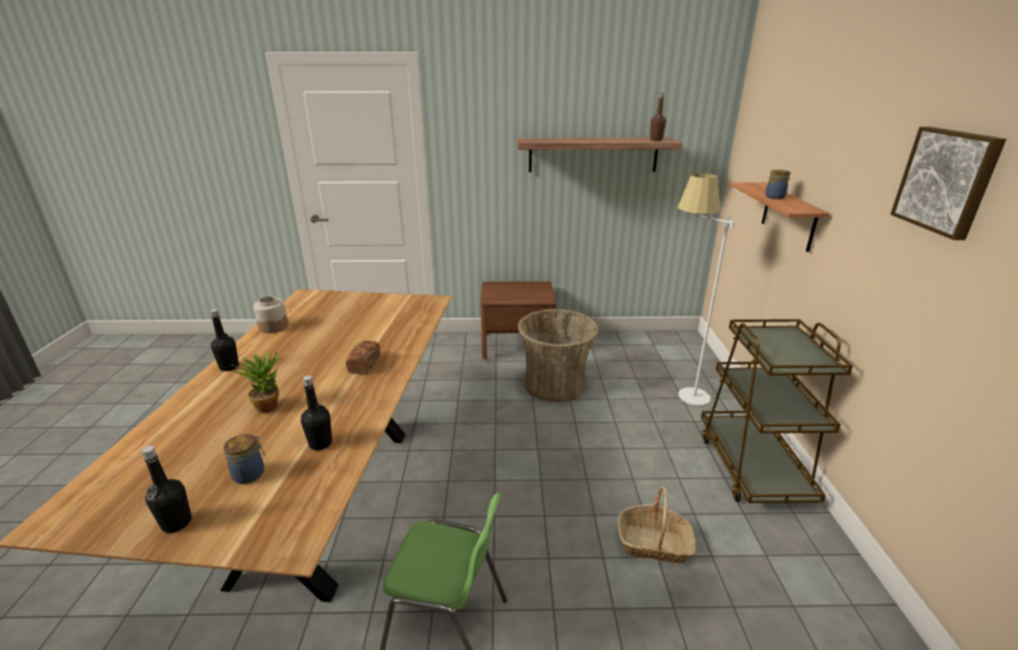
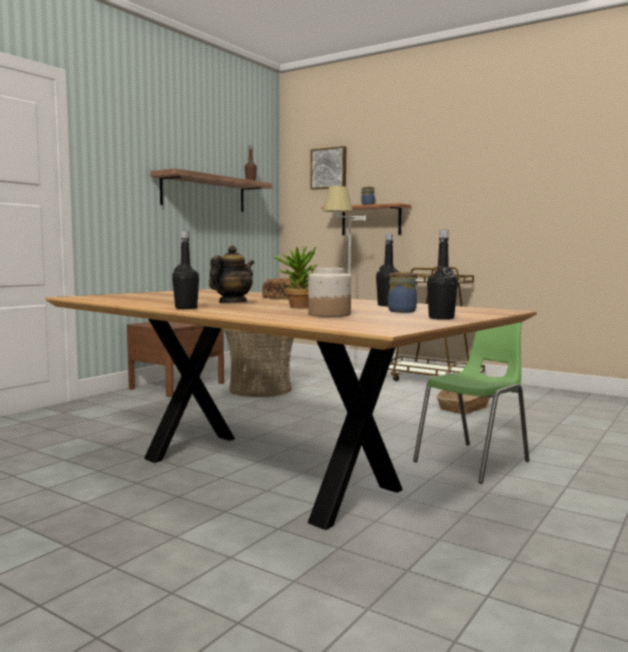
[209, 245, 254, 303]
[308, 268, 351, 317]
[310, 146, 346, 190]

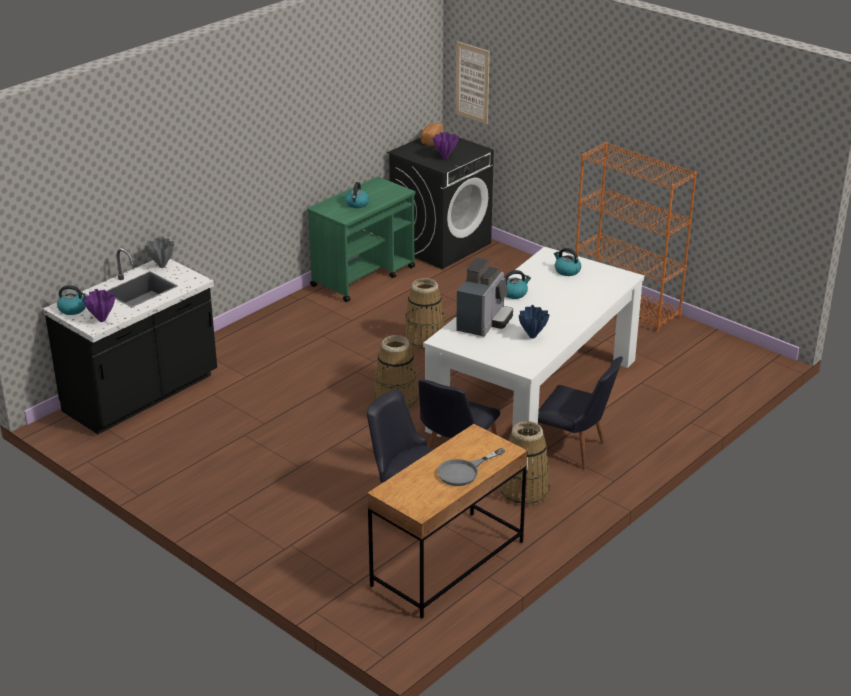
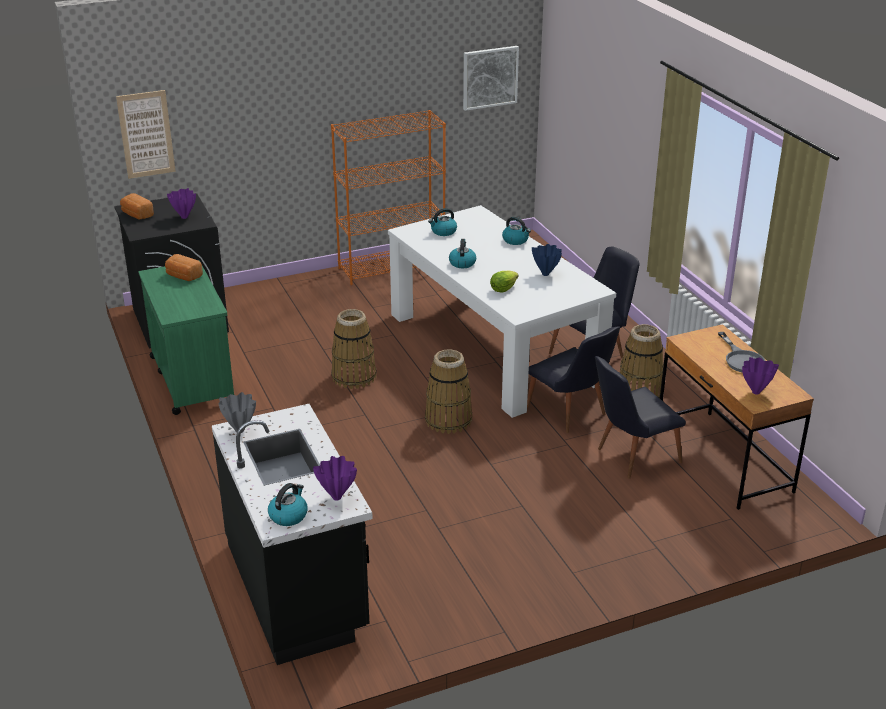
[165, 254, 203, 281]
[463, 46, 519, 111]
[490, 270, 518, 292]
[502, 217, 531, 245]
[742, 357, 779, 395]

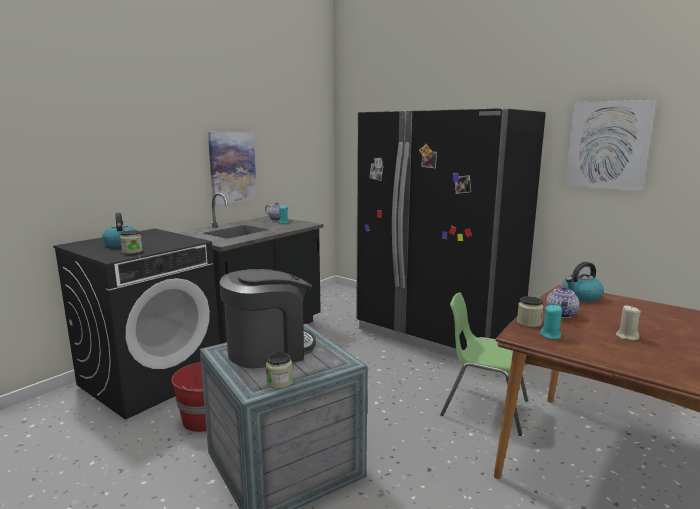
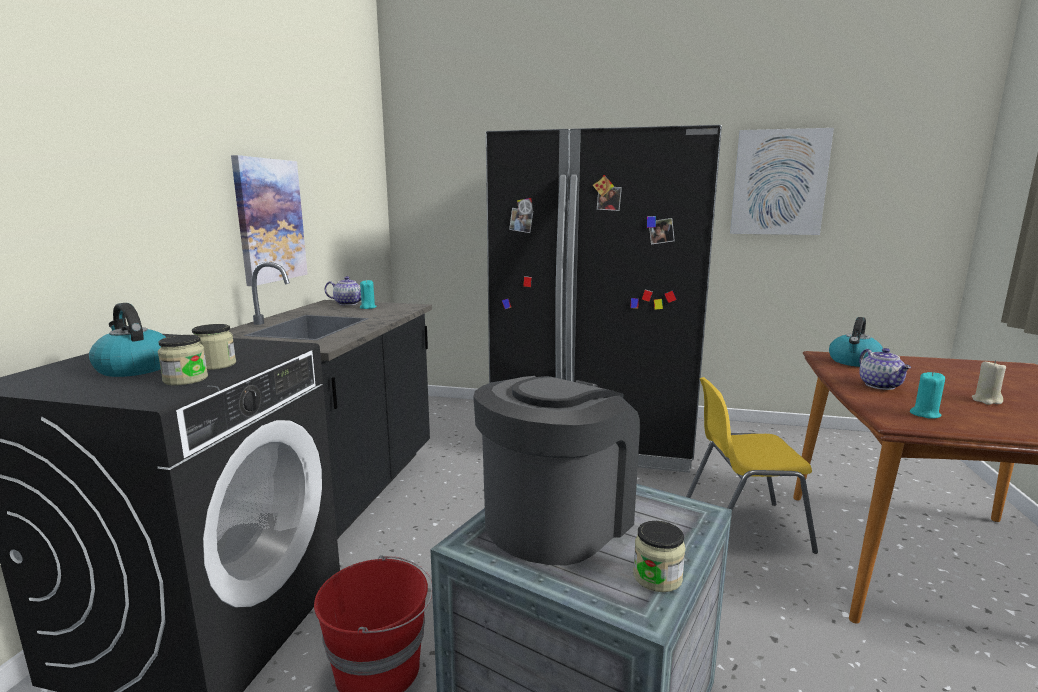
[192, 324, 236, 370]
[686, 377, 818, 554]

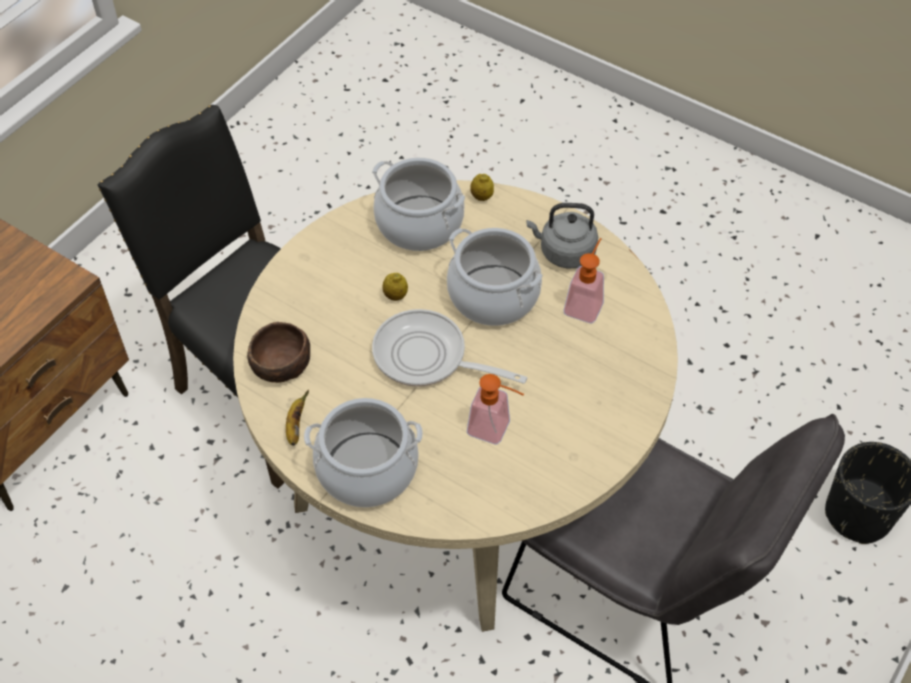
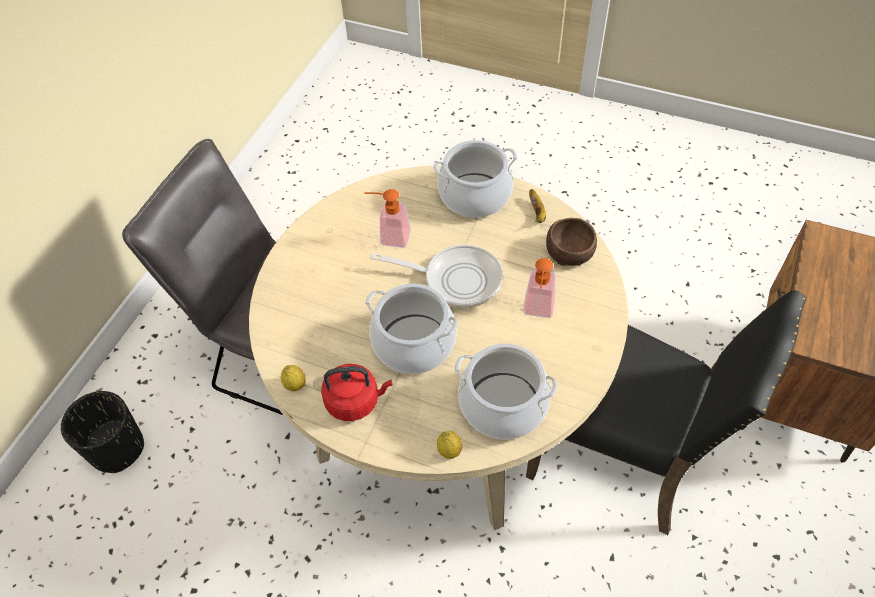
[281, 365, 306, 391]
[321, 364, 393, 421]
[523, 258, 556, 318]

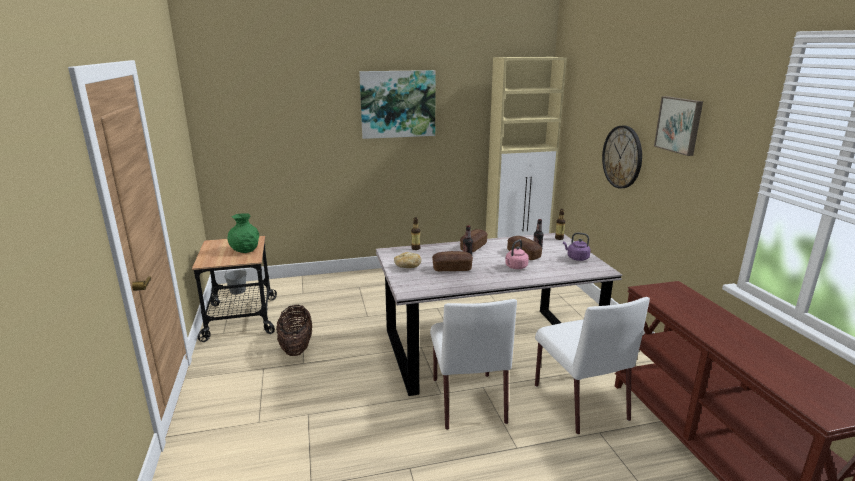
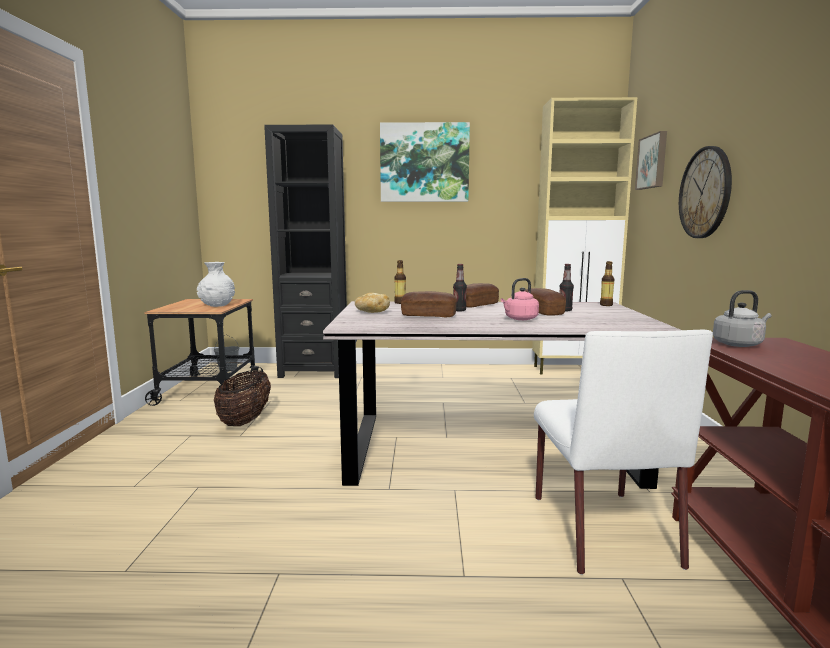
[197, 262, 235, 307]
[264, 125, 347, 378]
[635, 131, 667, 190]
[713, 290, 772, 347]
[430, 299, 517, 430] (first image)
[563, 232, 591, 261] (first image)

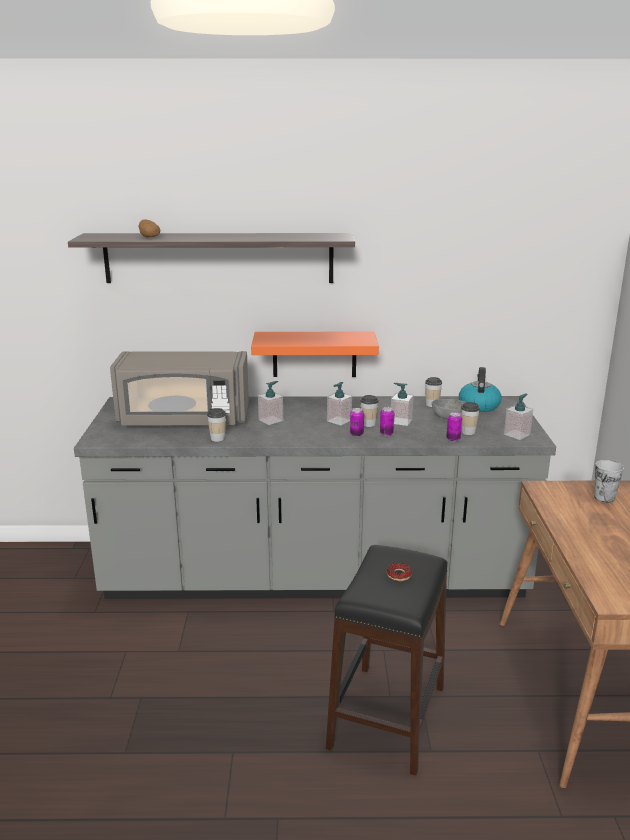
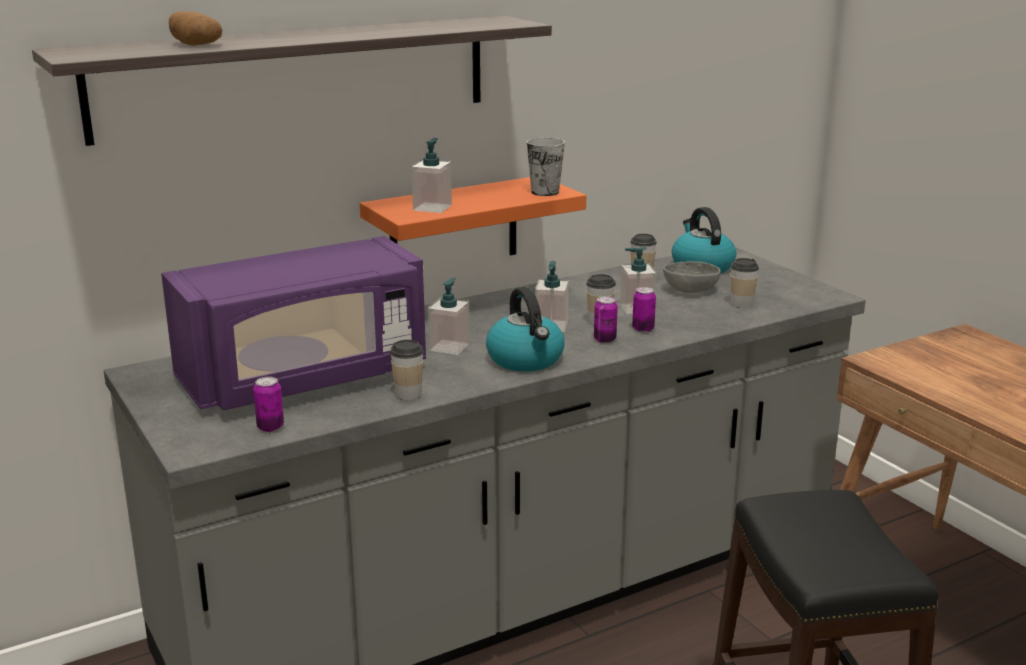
[161, 236, 426, 410]
[253, 377, 284, 432]
[411, 138, 452, 213]
[486, 287, 564, 372]
[527, 138, 565, 196]
[387, 563, 412, 581] (first image)

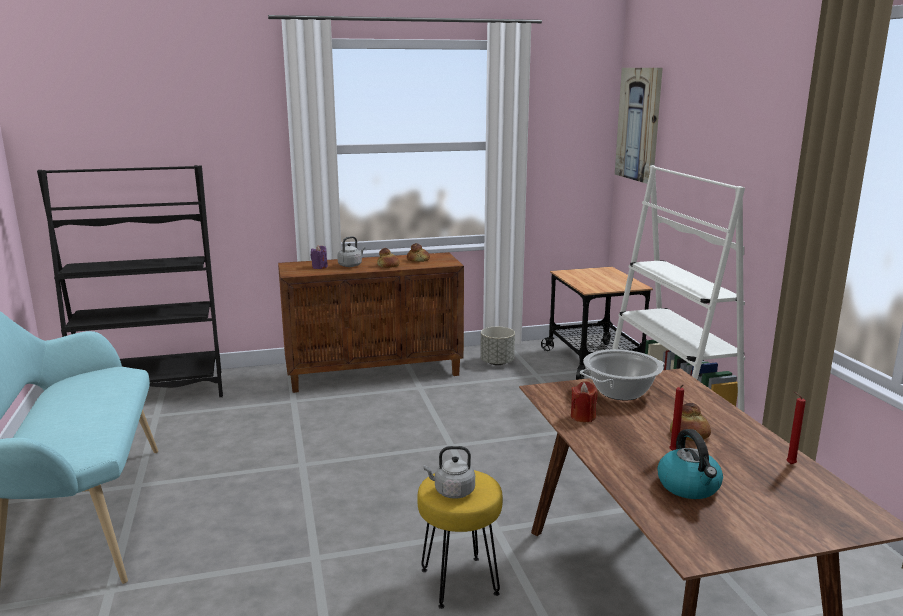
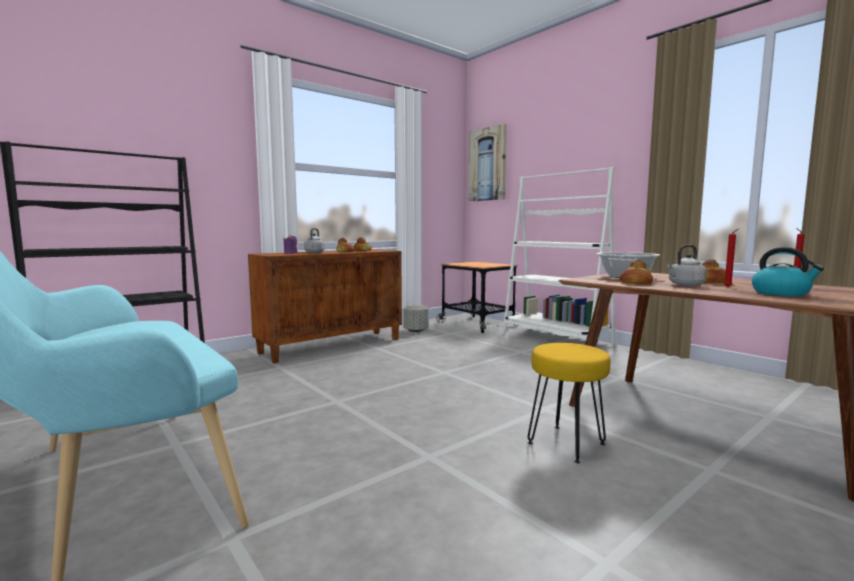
[620, 260, 653, 284]
[667, 245, 707, 286]

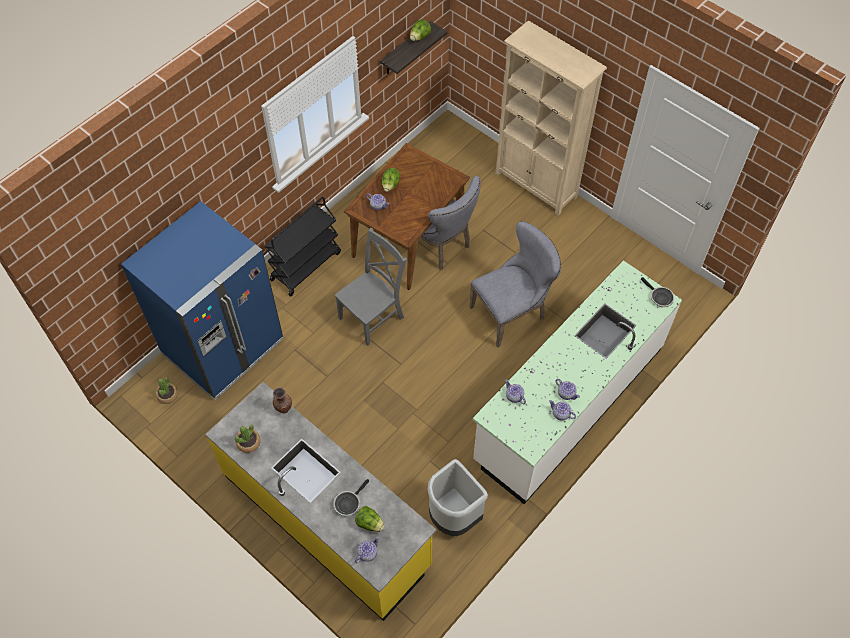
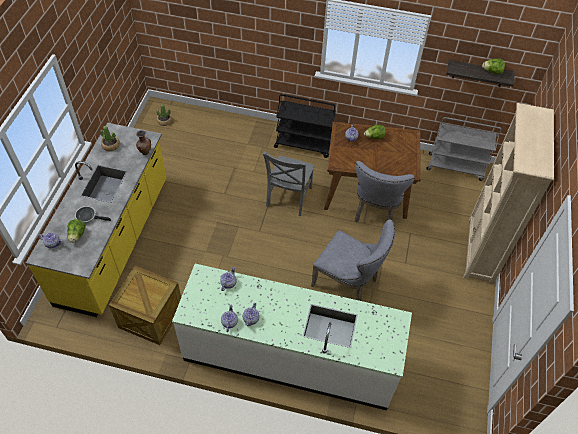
[109, 266, 181, 345]
[263, 152, 315, 216]
[426, 117, 501, 181]
[121, 201, 283, 400] (first image)
[641, 277, 674, 307] (first image)

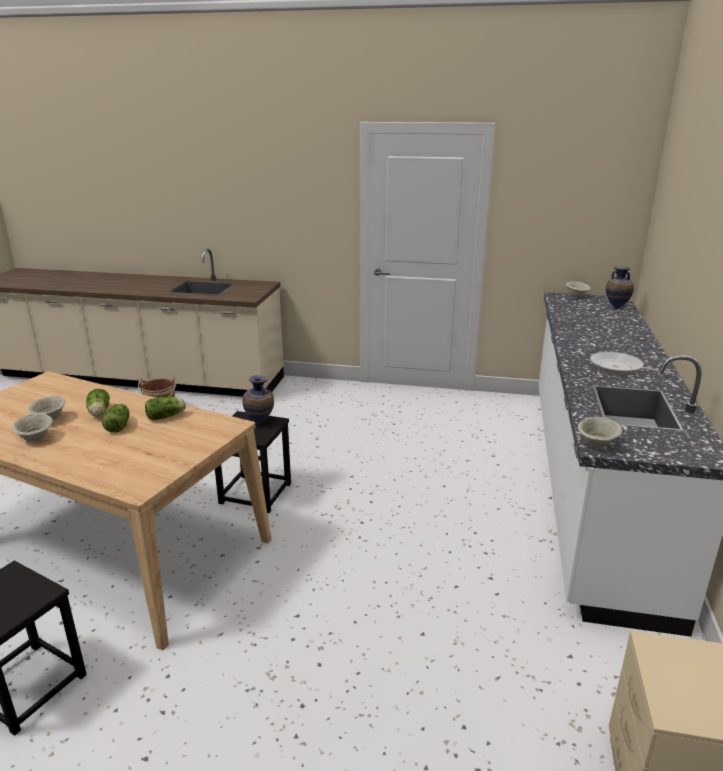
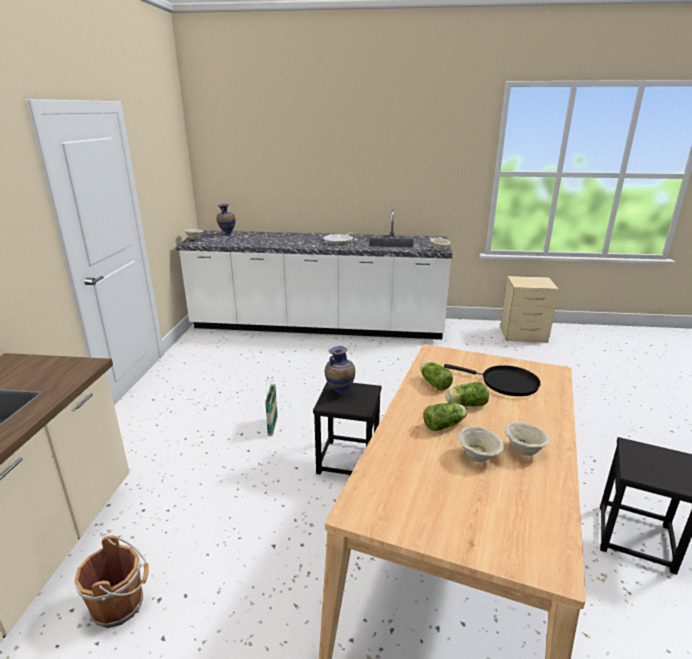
[265, 377, 278, 436]
[444, 364, 541, 396]

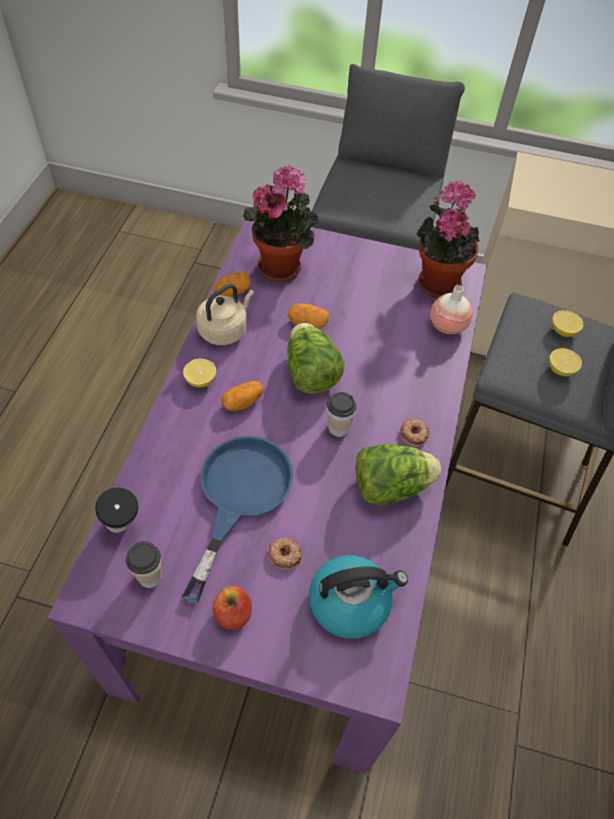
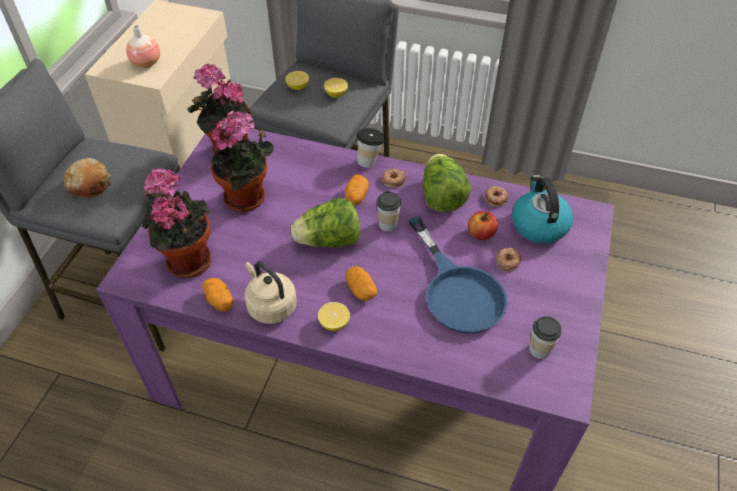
[63, 158, 111, 198]
[126, 25, 160, 68]
[211, 110, 274, 212]
[345, 174, 369, 205]
[357, 128, 385, 168]
[409, 216, 507, 334]
[468, 211, 498, 240]
[485, 186, 509, 207]

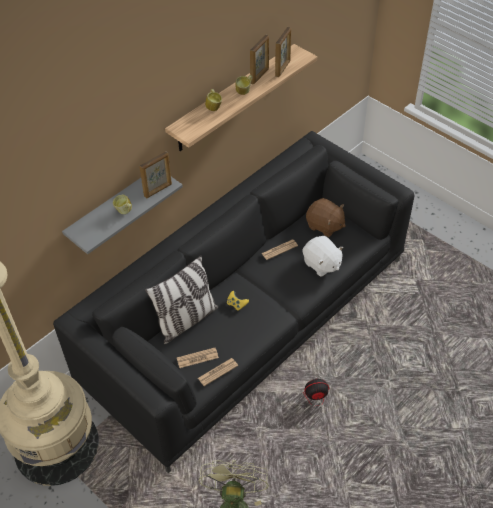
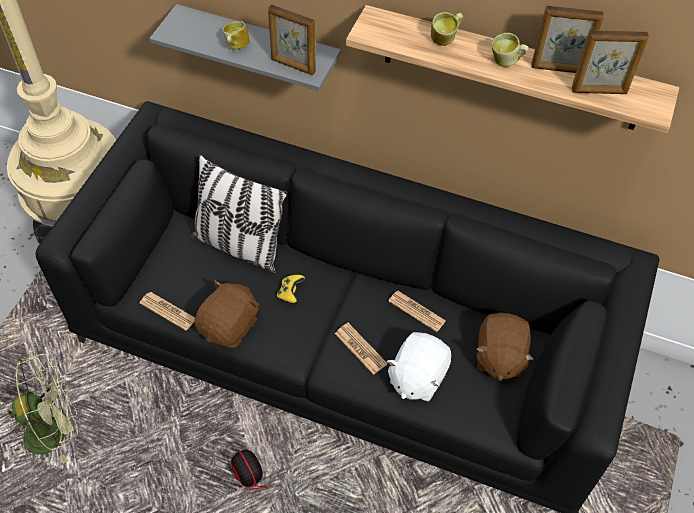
[194, 280, 260, 348]
[335, 323, 388, 375]

